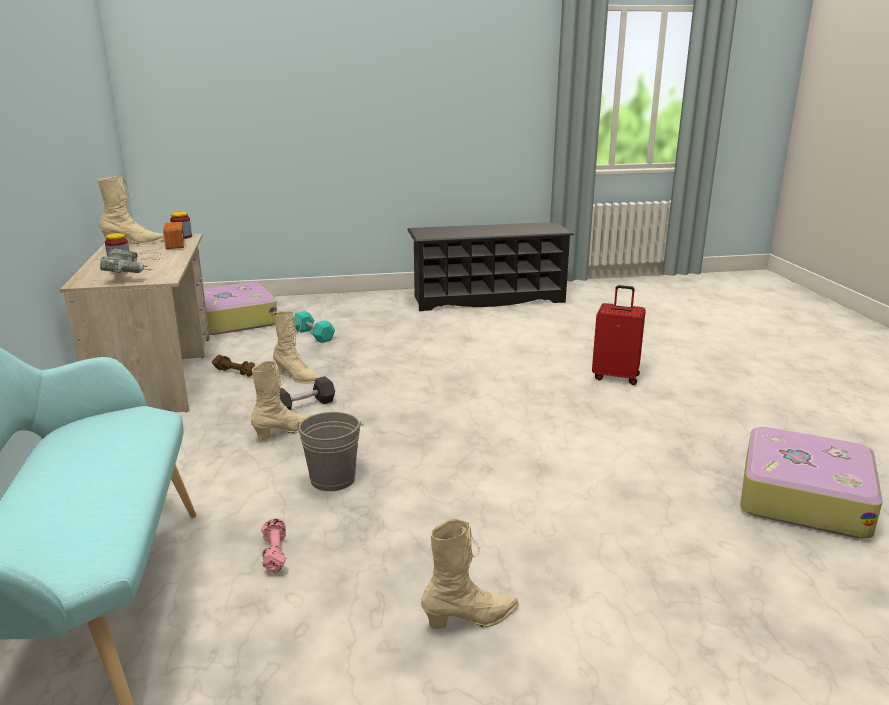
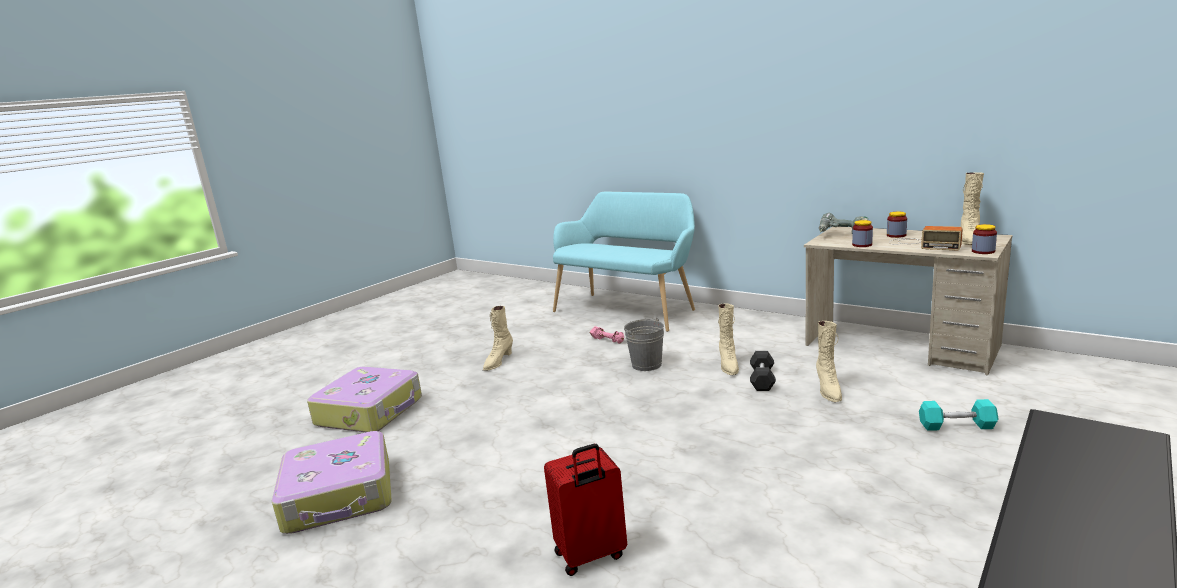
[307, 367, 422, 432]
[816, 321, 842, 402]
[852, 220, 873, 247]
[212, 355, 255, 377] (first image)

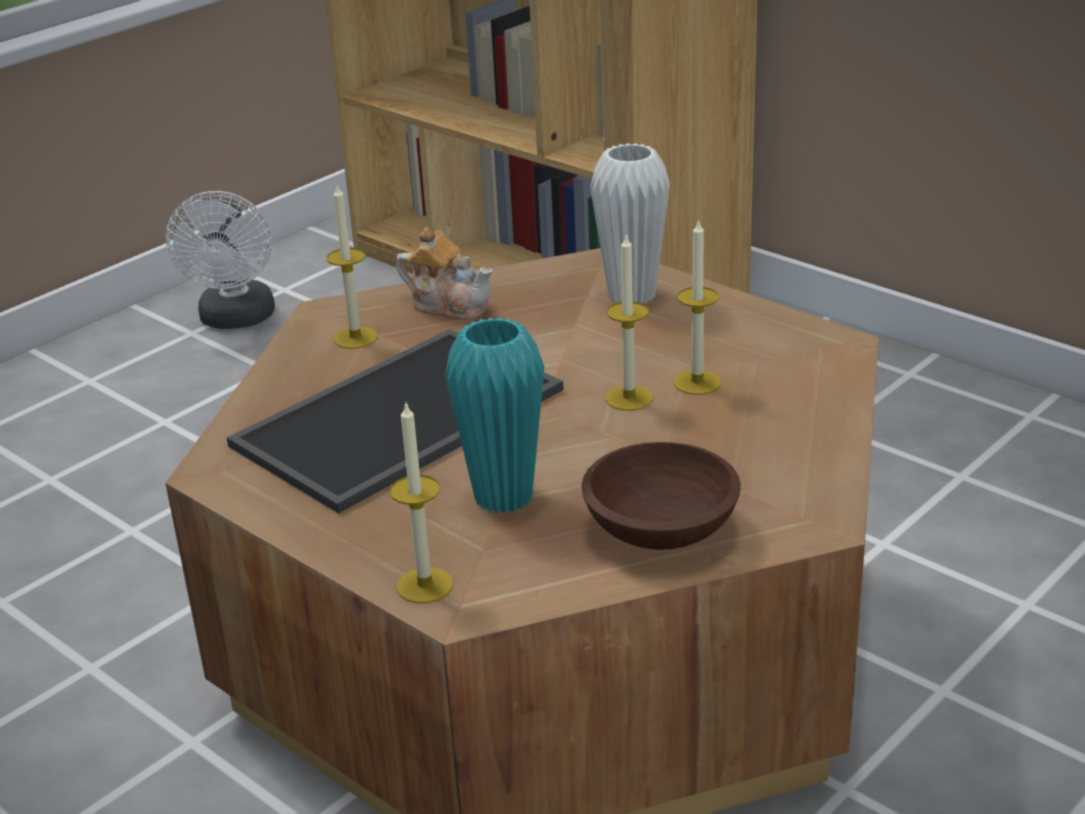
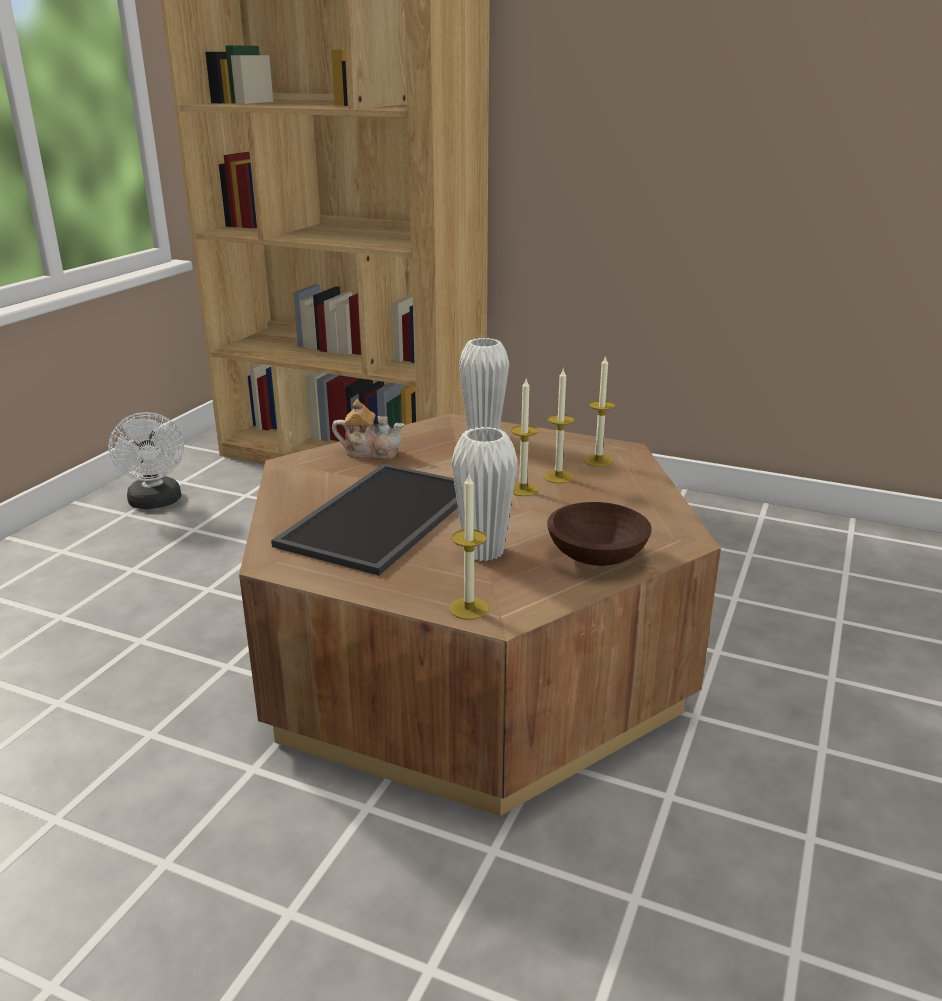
[451, 427, 518, 561]
[584, 355, 615, 467]

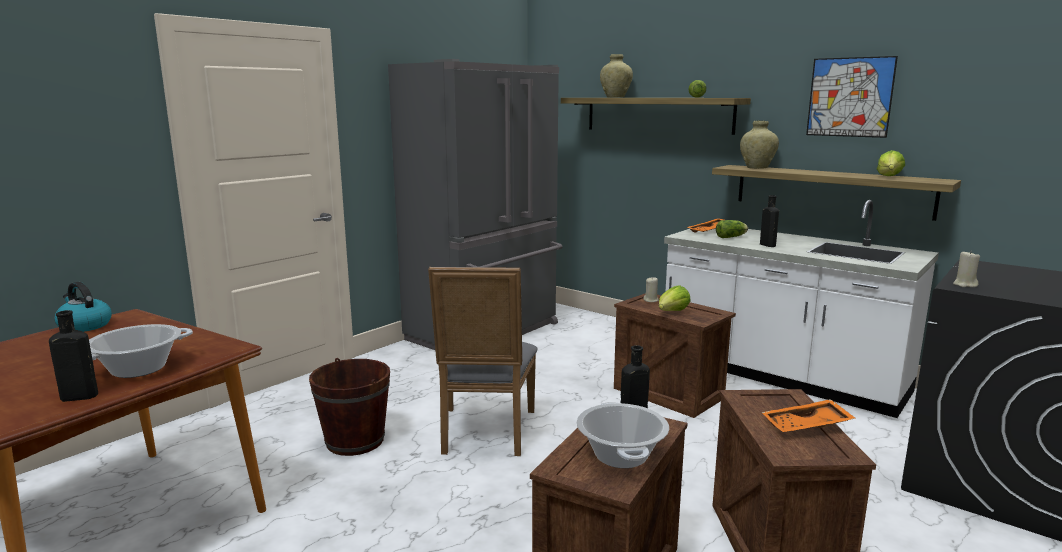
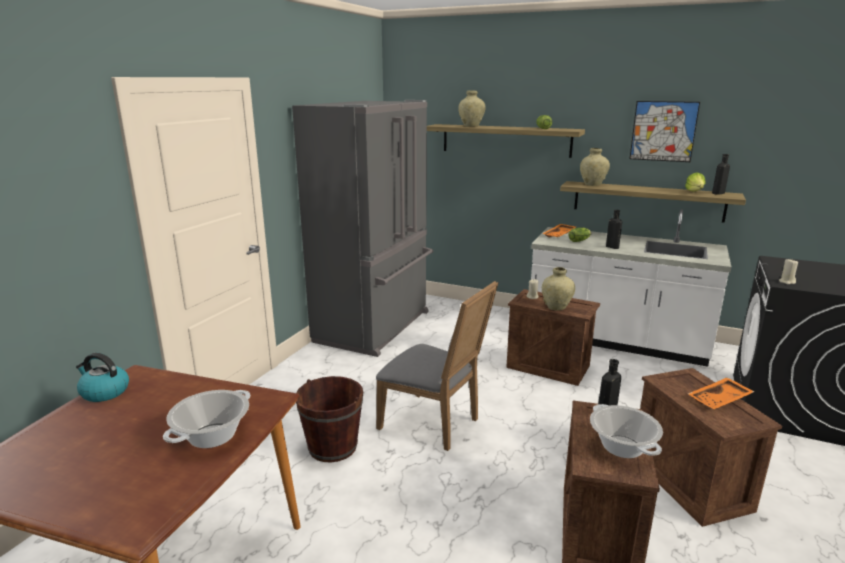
[376, 281, 498, 451]
[542, 267, 575, 311]
[712, 154, 730, 195]

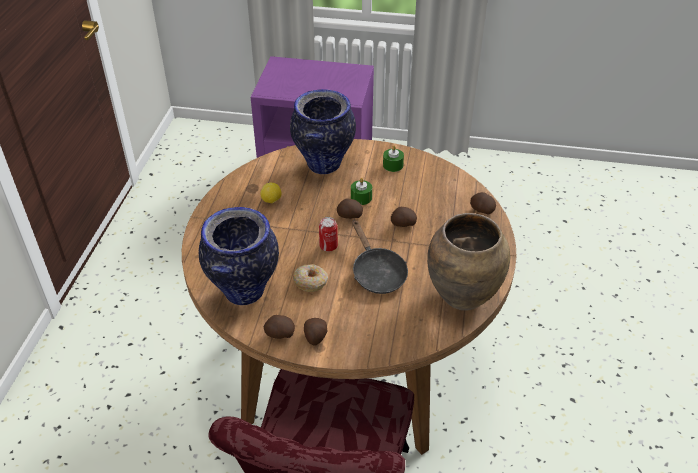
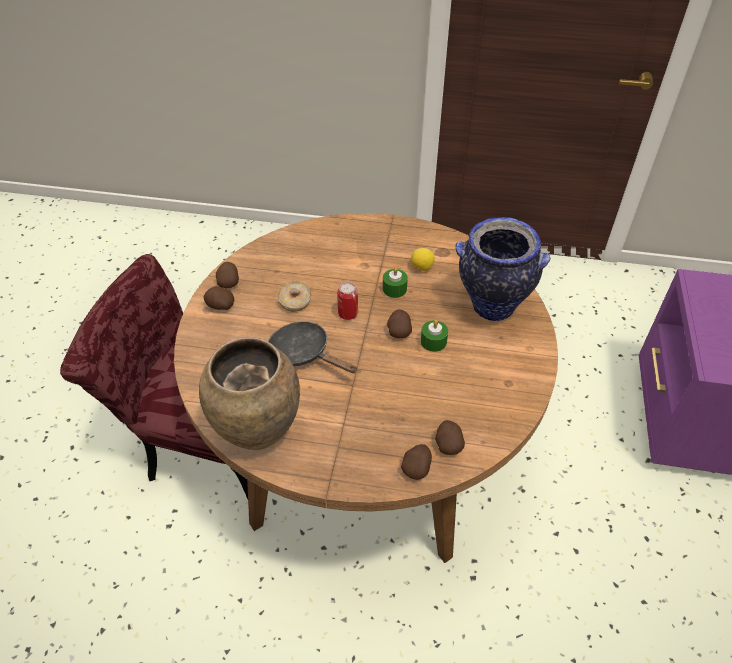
[268, 321, 358, 373]
[383, 267, 408, 298]
[435, 420, 465, 455]
[199, 207, 279, 305] (first image)

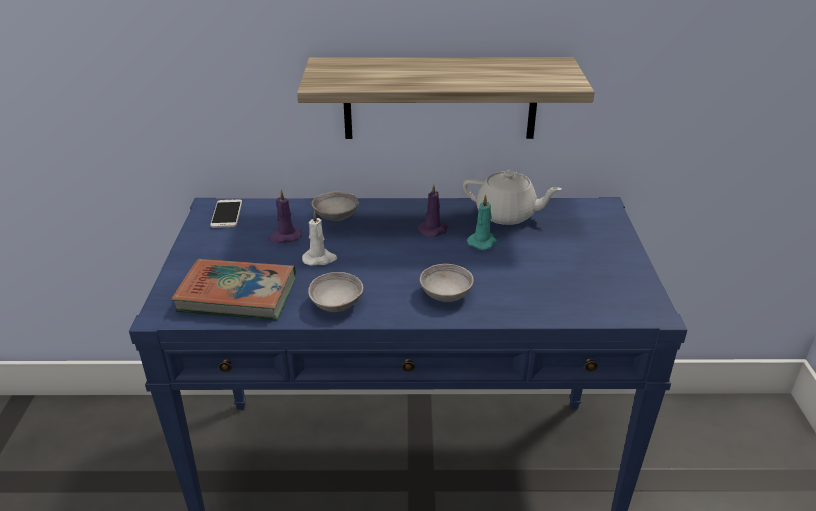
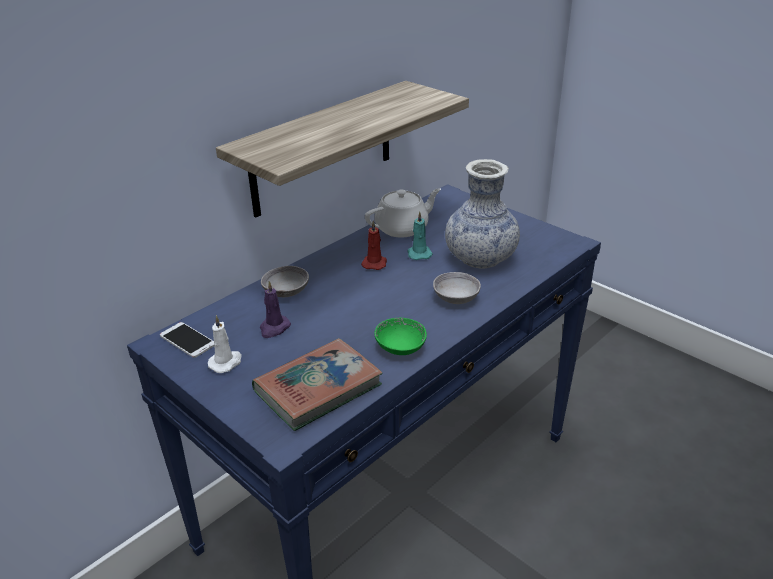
[208, 315, 242, 373]
[361, 221, 387, 270]
[374, 317, 427, 355]
[445, 159, 520, 268]

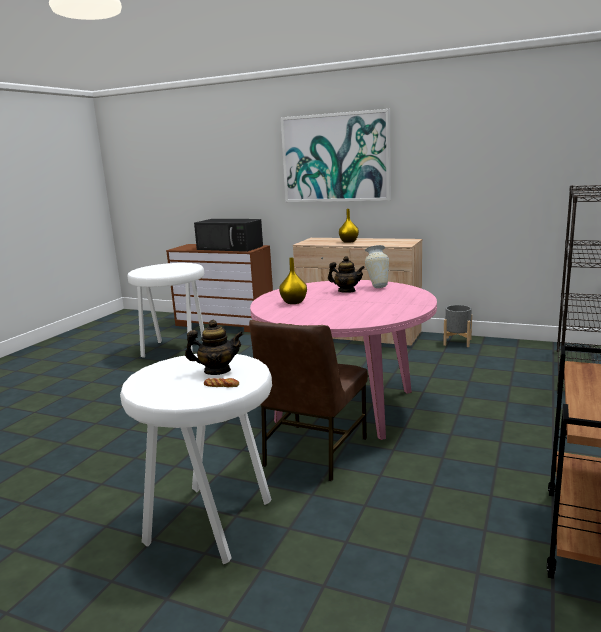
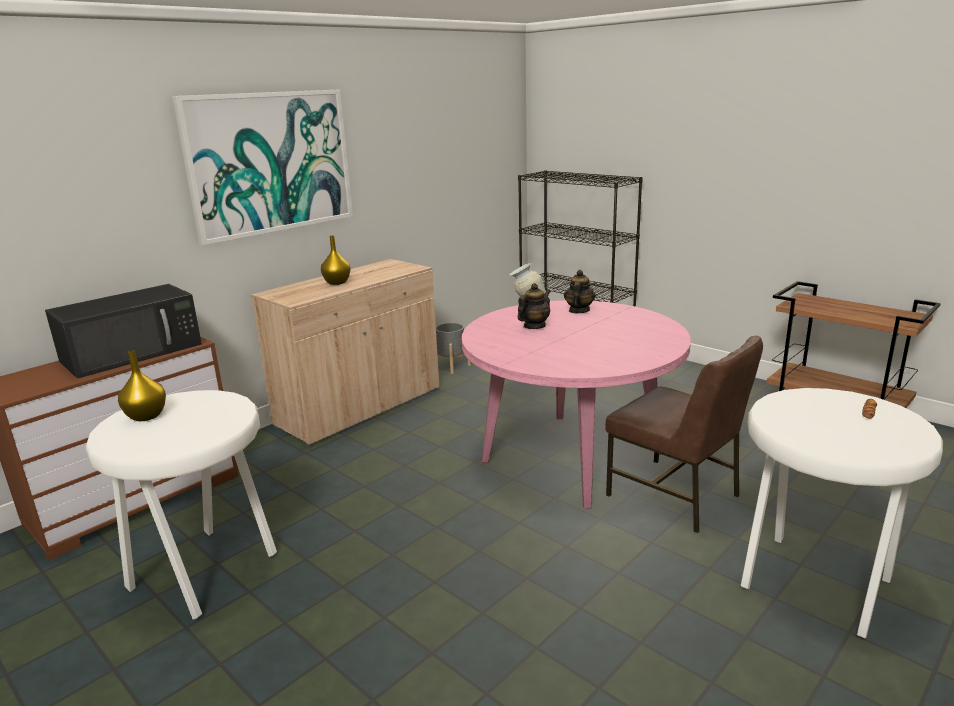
[118, 350, 166, 421]
[564, 270, 596, 313]

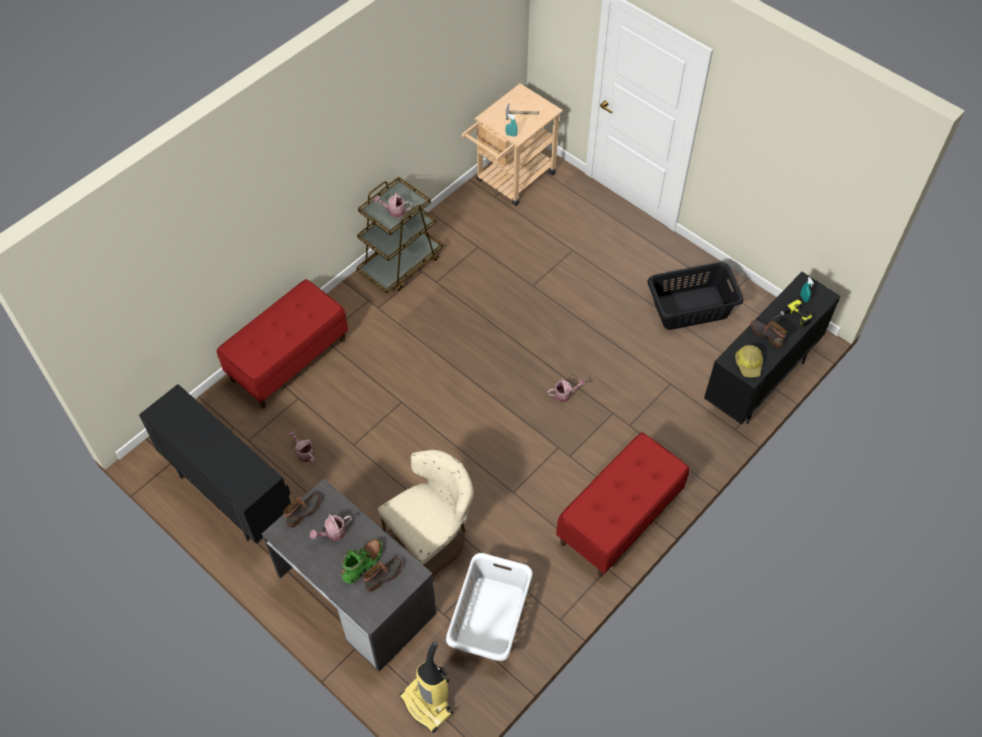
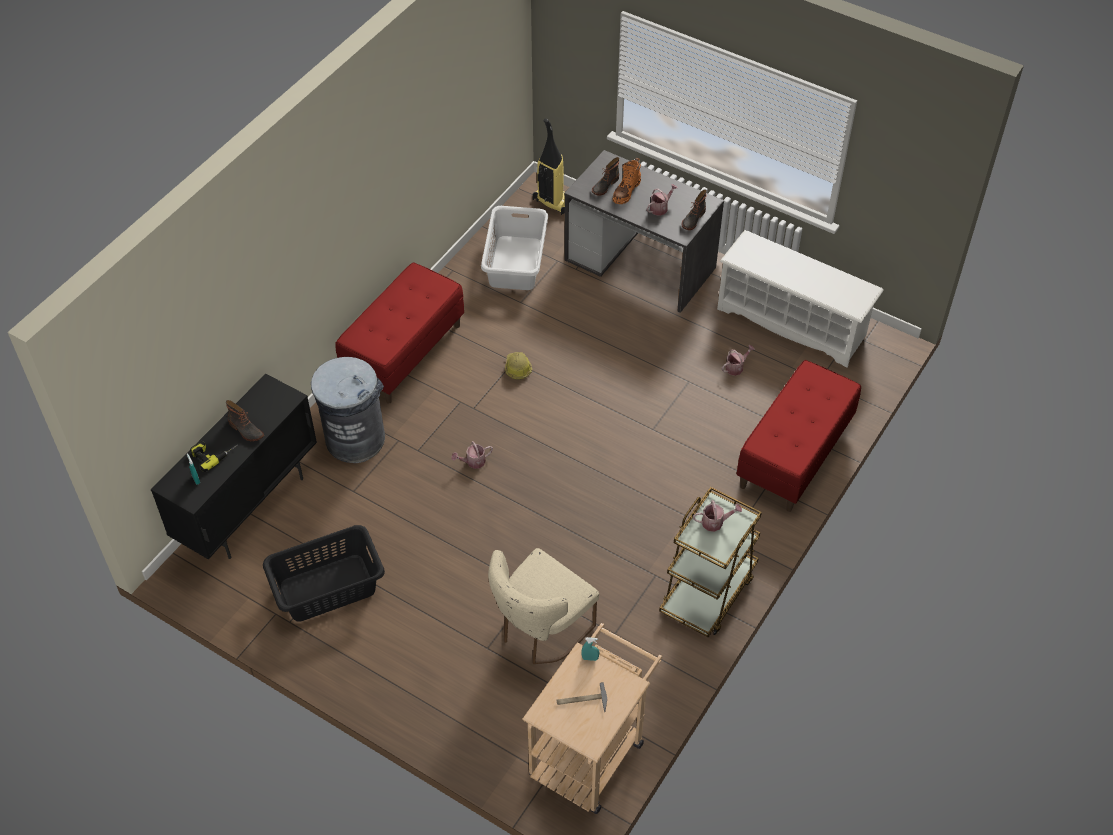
[311, 357, 385, 463]
[488, 548, 599, 664]
[505, 352, 532, 380]
[612, 158, 641, 204]
[717, 230, 884, 367]
[722, 345, 755, 376]

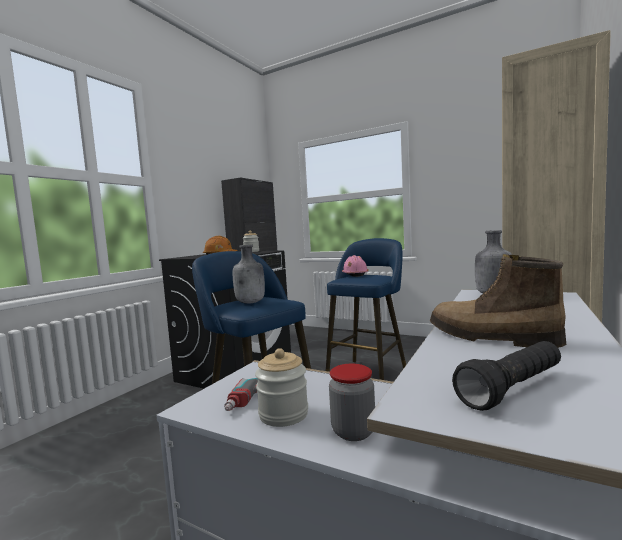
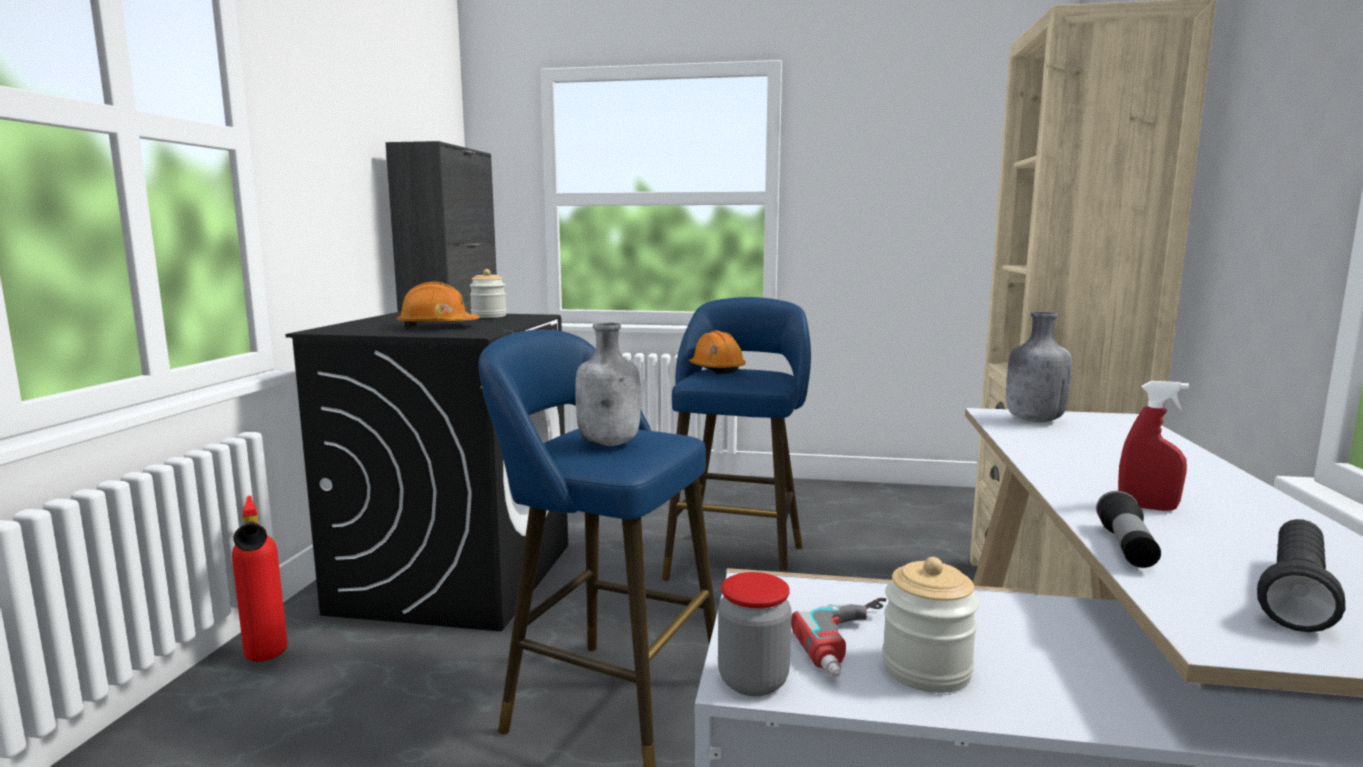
[232, 495, 288, 662]
[689, 331, 746, 374]
[718, 572, 792, 696]
[1096, 491, 1161, 568]
[1118, 381, 1189, 511]

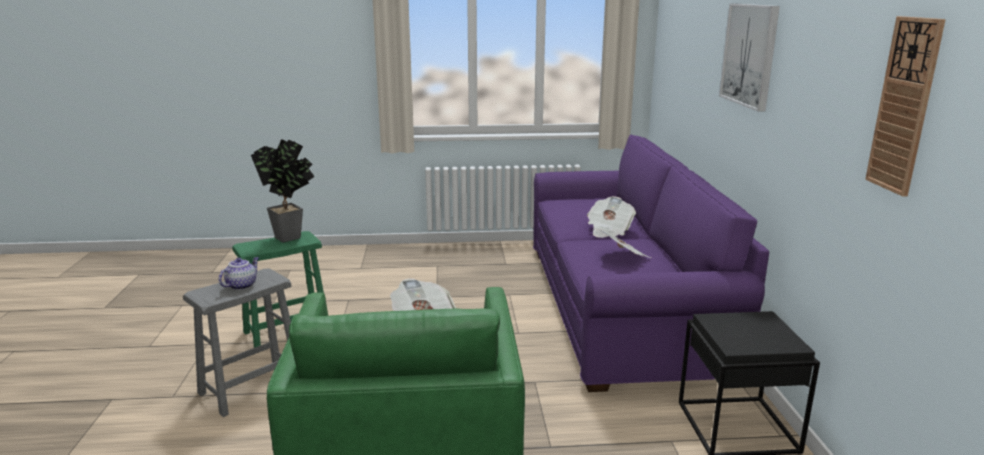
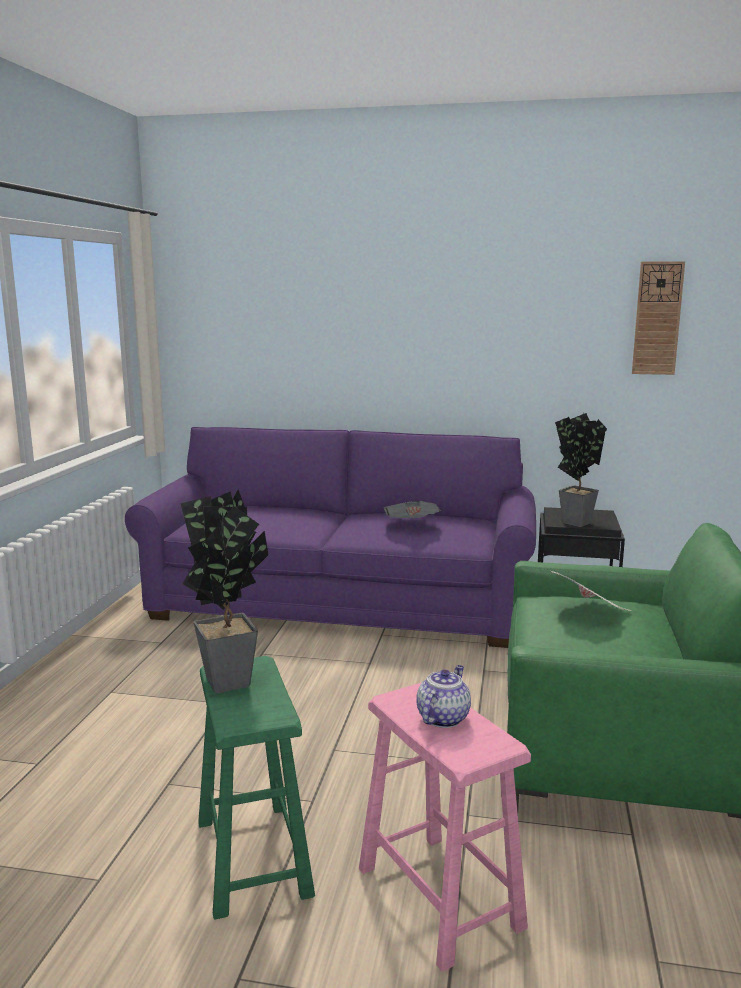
[359, 683, 531, 972]
[416, 665, 471, 728]
[555, 413, 607, 527]
[587, 196, 636, 238] (first image)
[719, 4, 780, 112] (first image)

